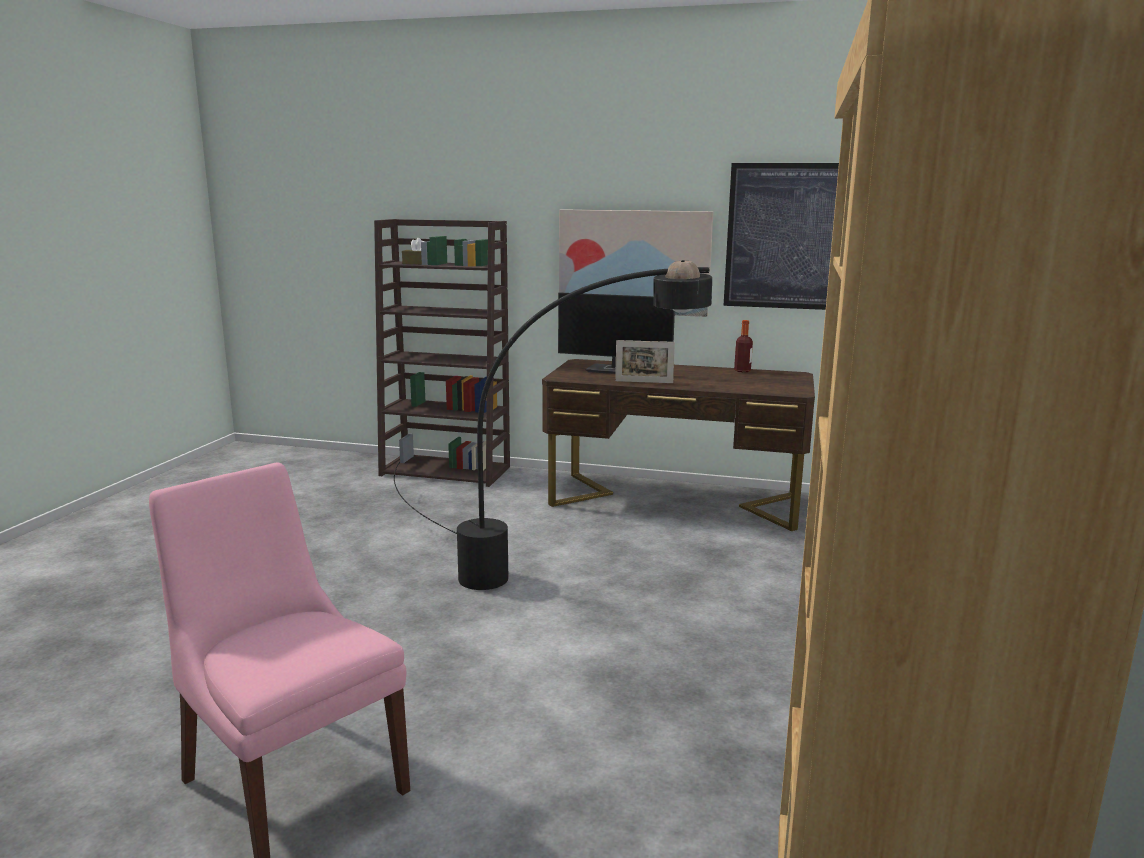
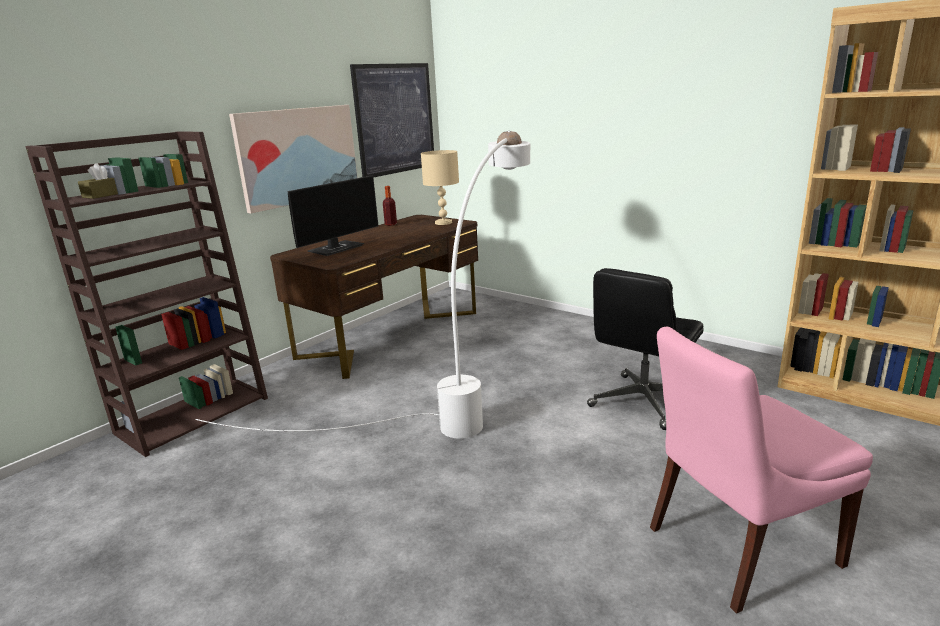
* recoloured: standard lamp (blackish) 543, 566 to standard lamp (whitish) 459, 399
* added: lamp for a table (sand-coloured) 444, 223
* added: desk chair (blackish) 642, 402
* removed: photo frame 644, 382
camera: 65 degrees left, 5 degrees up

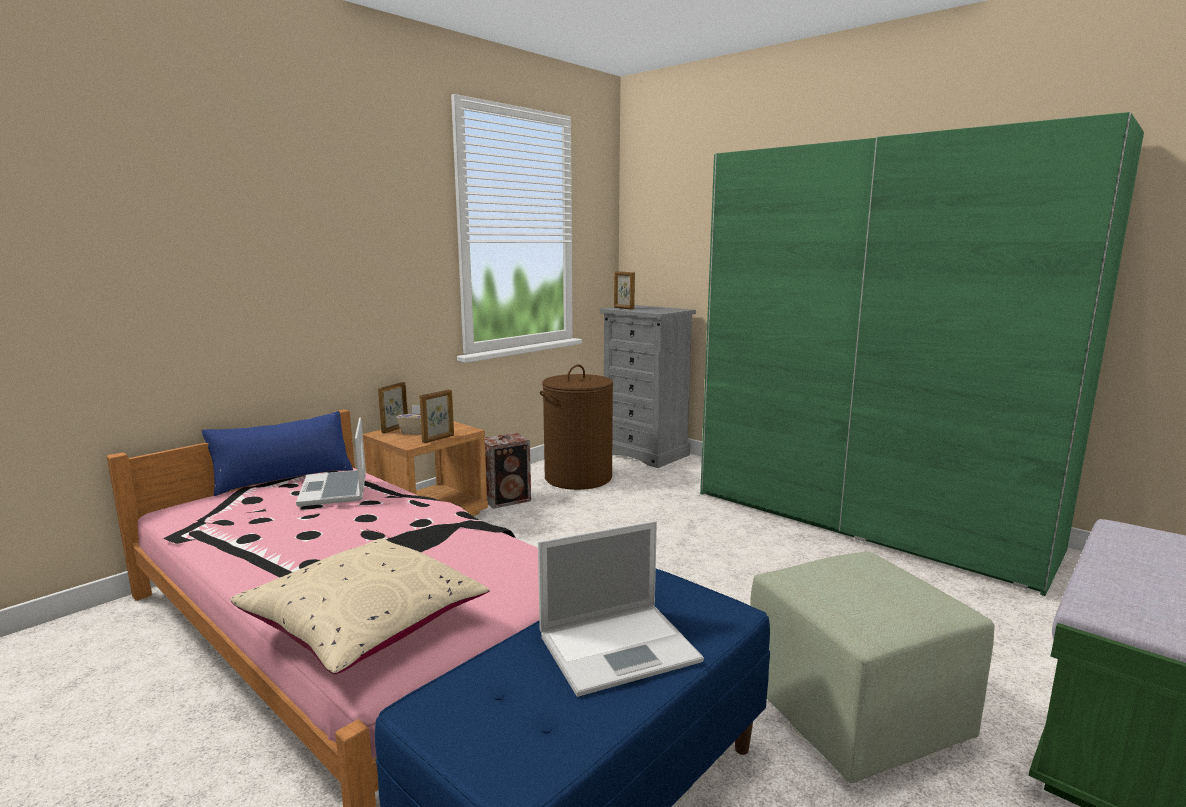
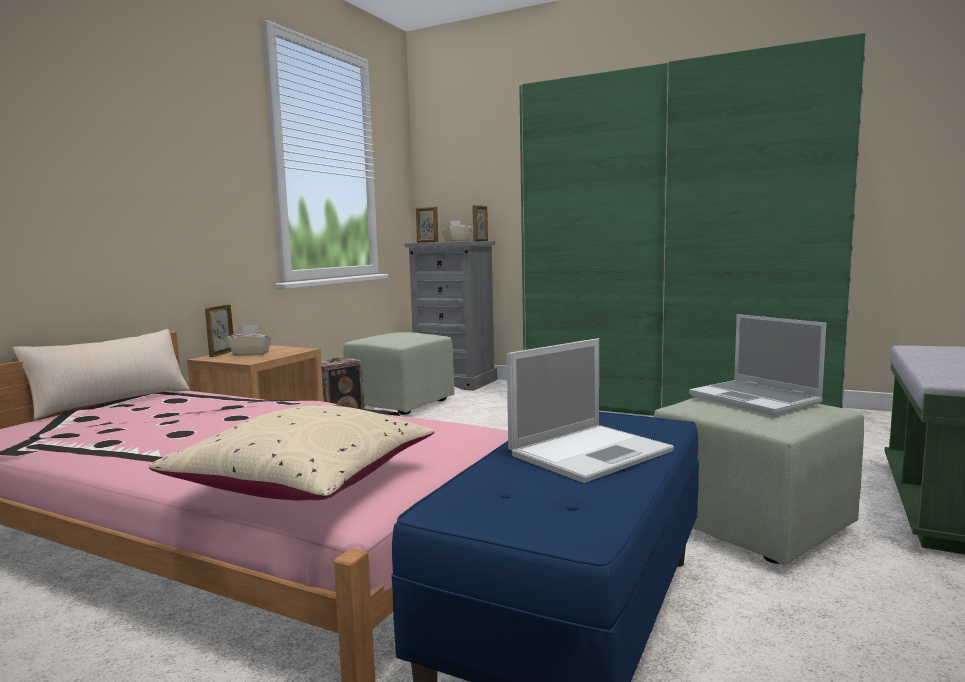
* recoloured: pillow (blue) 283, 478 to pillow (sand-coloured) 111, 401
* replaced: washing basket (brownish) 578, 477 to ottoman (green-coloured) 401, 403
* added: tissue box (sand-coloured) 457, 241
* moved: photo frame 438, 439 to 481, 241
* moved: notebook computer 335, 490 to 756, 400
camera: 15 degrees left, 5 degrees down

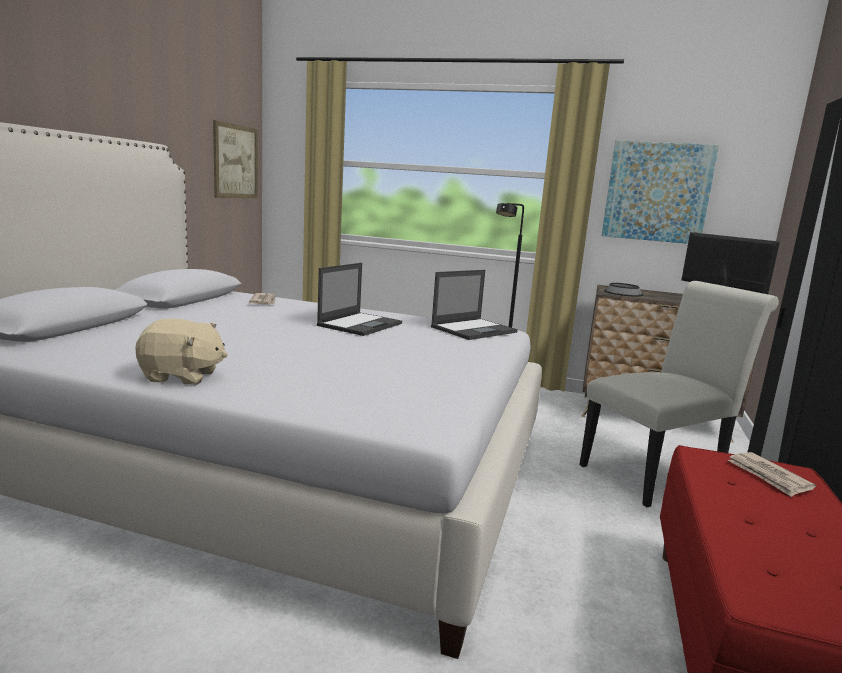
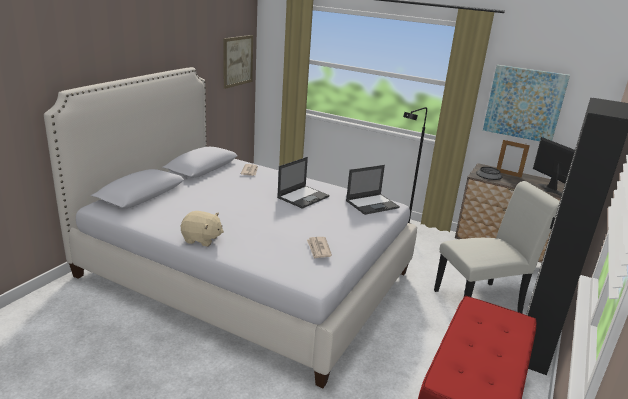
* moved: daily paper 768, 476 to 318, 249
* added: photo frame 508, 174
camera: 10 degrees right, 10 degrees up

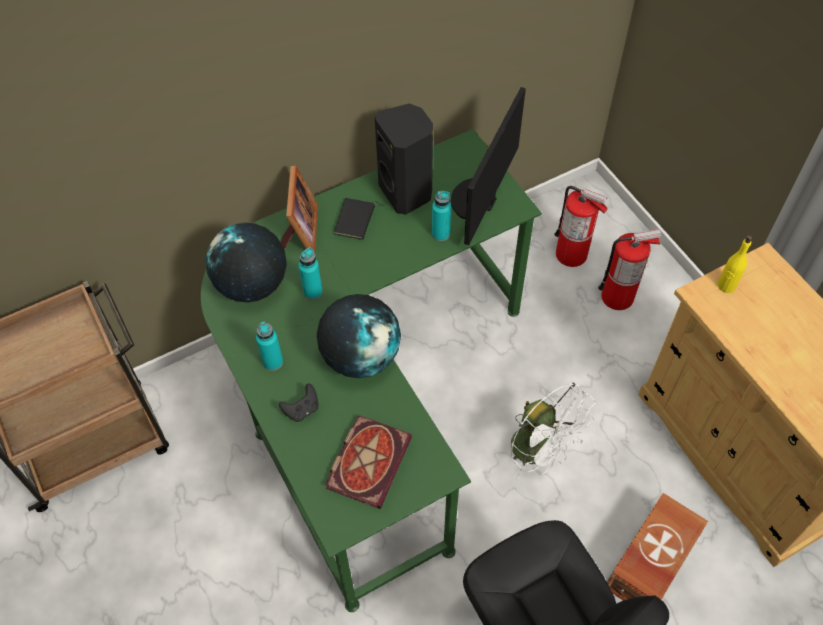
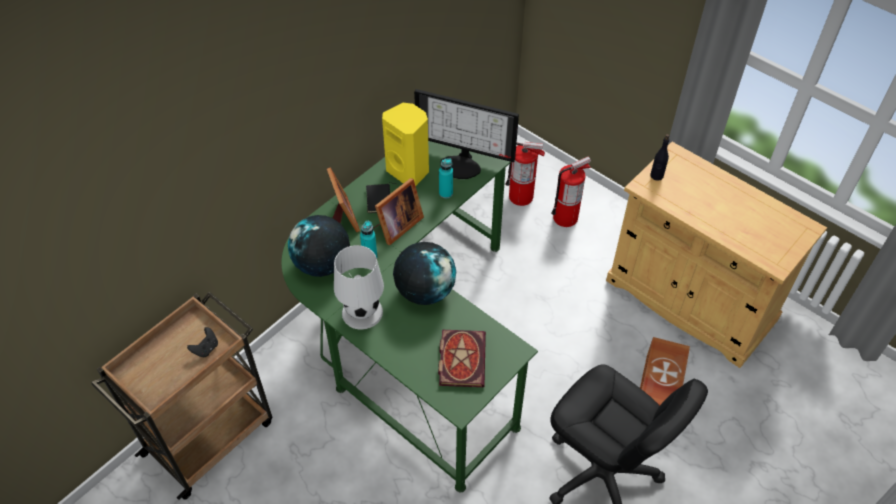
* moved: game controller (blackish) 302, 410 to 206, 348
* replaced: drink bottle (blue-green) 273, 362 to lamp for a table (whitish) 362, 312
* added: photo frame 396, 226
* recoloured: loudspeaker (blackish) 407, 192 to loudspeaker (yellowish) 409, 171
* turned: monitor 477, 200 = 462, 164 75 degrees counterclockwise
* recoloured: drink bottle (yellowish) 726, 286 to drink bottle (blackish) 656, 176
* removed: fan (whitish) 540, 451
camera: 20 degrees left, 5 degrees down

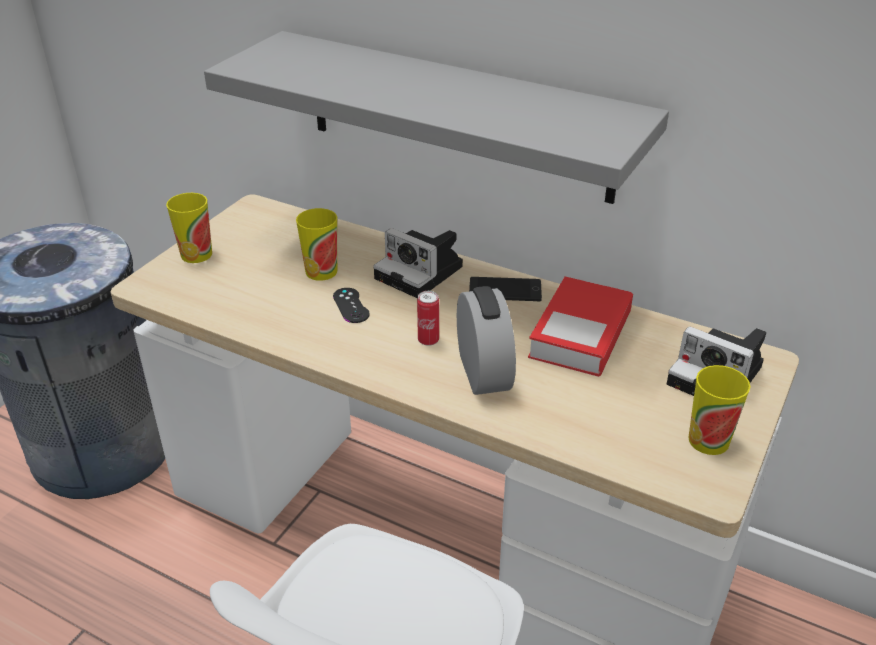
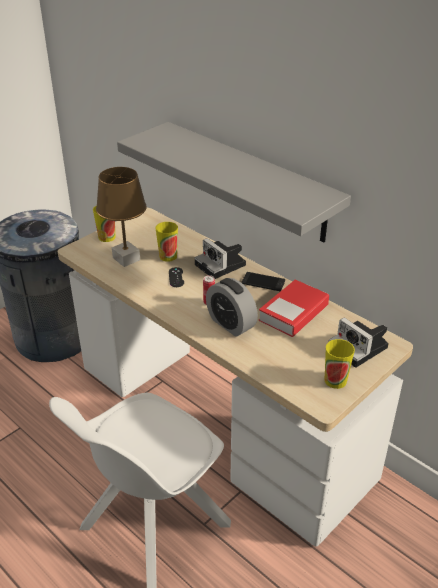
* added: lamp for a table (brownish) 127, 259
* turned: alarm clock 483, 372 = 231, 324 135 degrees clockwise
camera: 15 degrees right, 0 degrees up

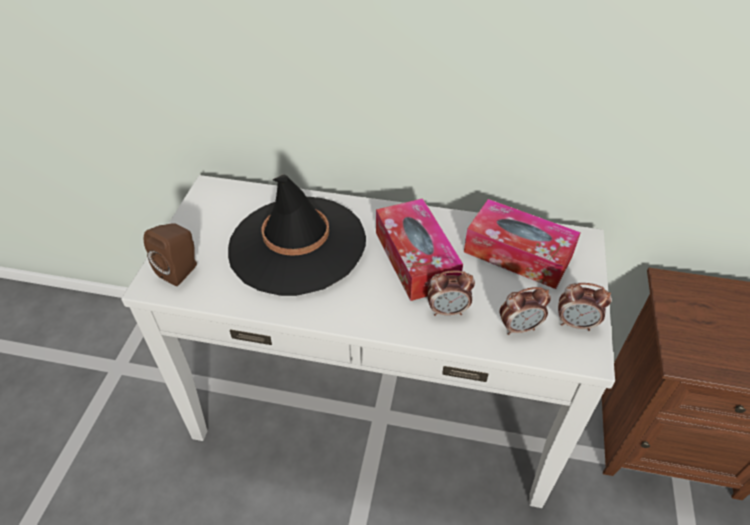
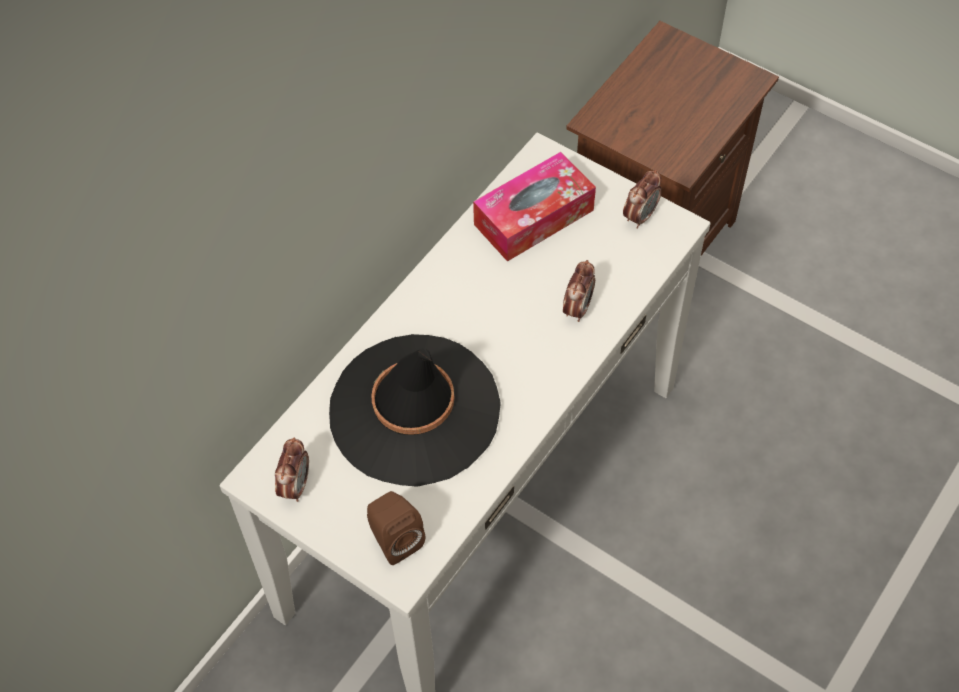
* moved: alarm clock 519, 327 to 295, 485
* removed: tissue box 416, 259
camera: 65 degrees left, 10 degrees up

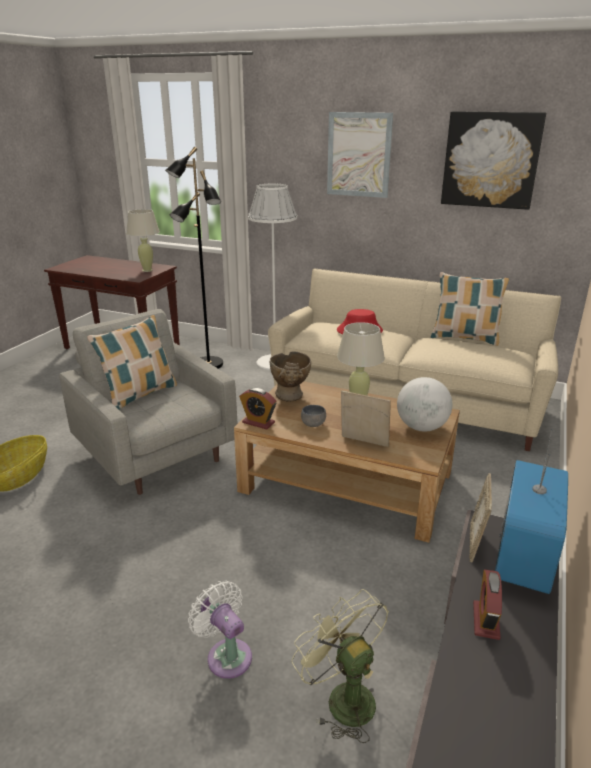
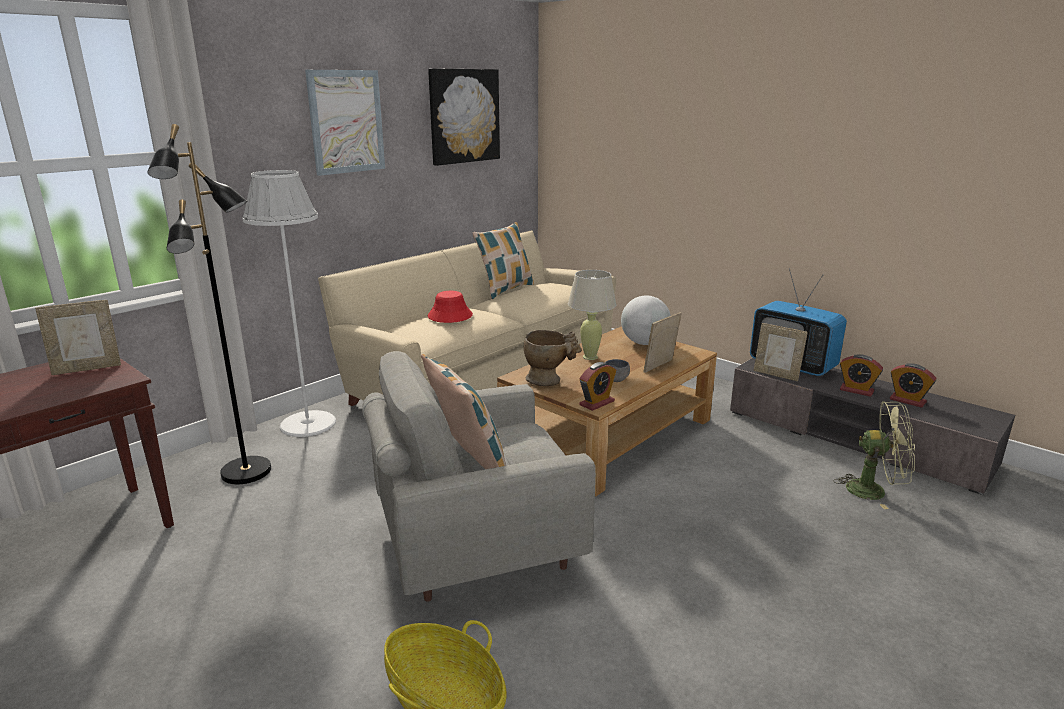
* replaced: lamp for a table (sand-coloured) 147, 270 to photo frame 87, 368
* turned: fan (green-coloured) 342, 697 = 874, 491 150 degrees counterclockwise
* added: alarm clock 907, 400
* removed: fan (whitish) 226, 654
camera: 70 degrees left, 5 degrees down

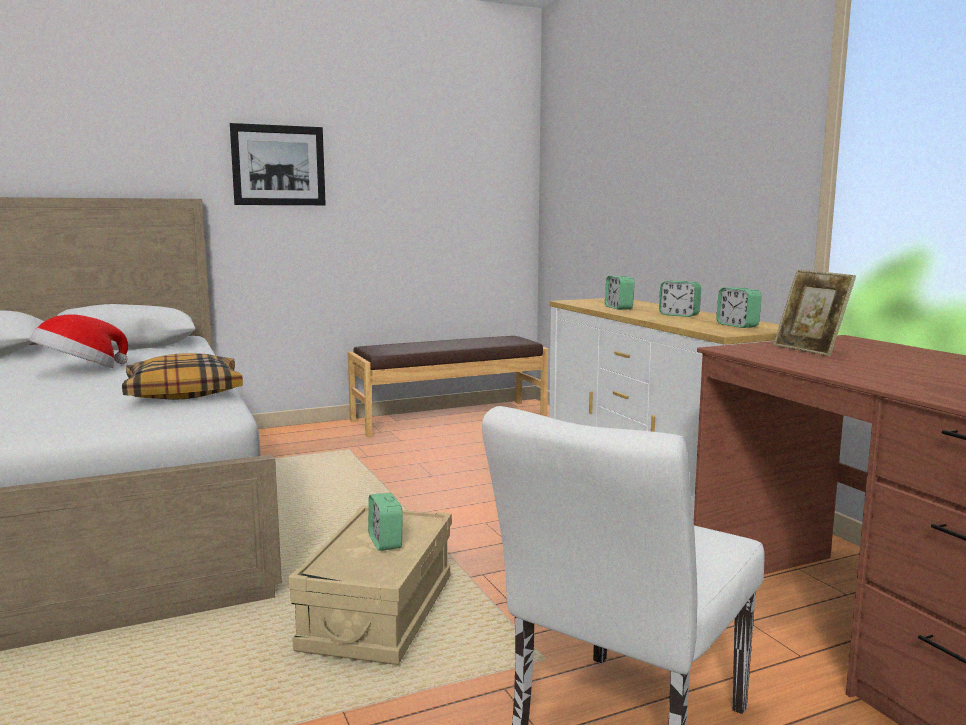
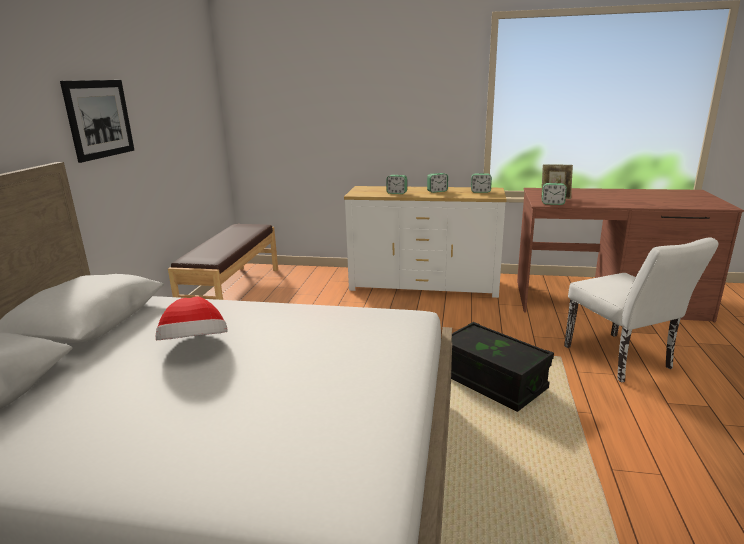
* recoloured: storage box (sand-coloured) 379, 614 to storage box (blackish) 492, 382
* moved: alarm clock 385, 542 to 552, 203
* removed: pillow 184, 392
camera: 55 degrees left, 10 degrees up

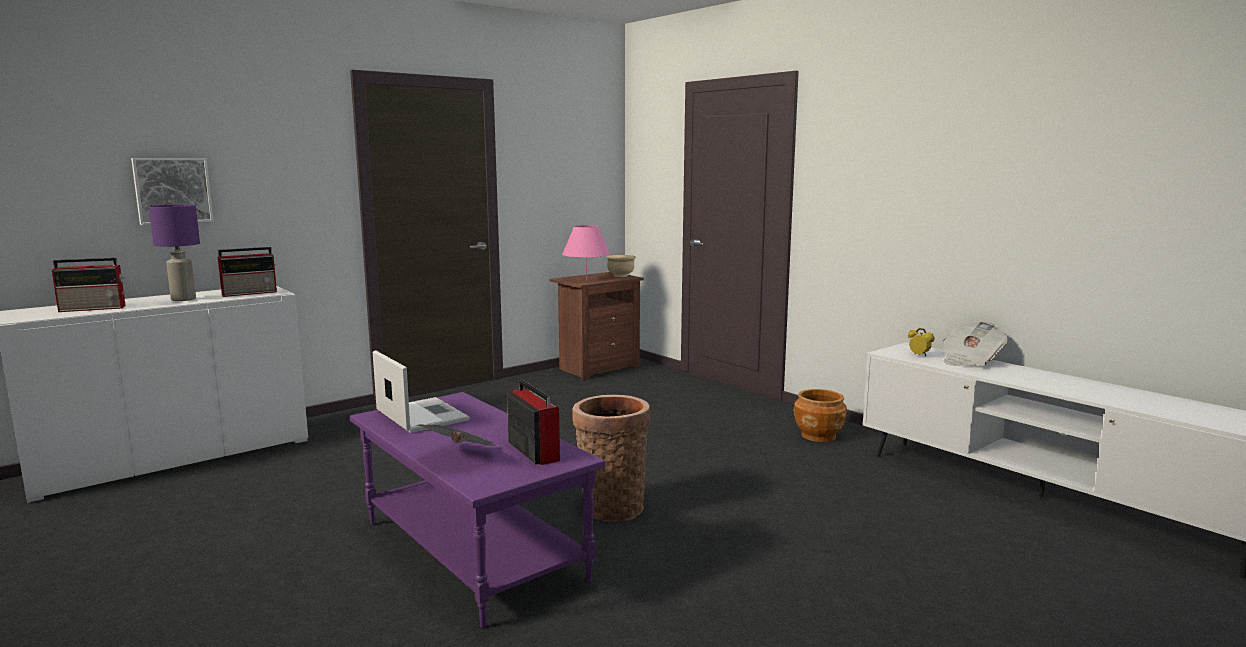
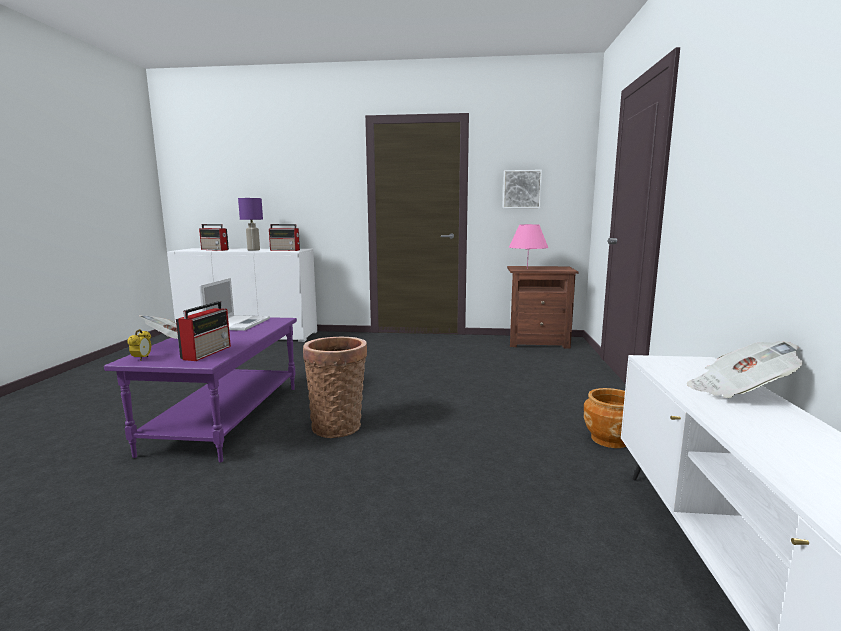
* moved: alarm clock 919, 355 to 142, 359
* moved: wall art 172, 190 to 521, 189
* removed: deep dish (sand-coloured) 620, 276
camera: 45 degrees right, 0 degrees up

